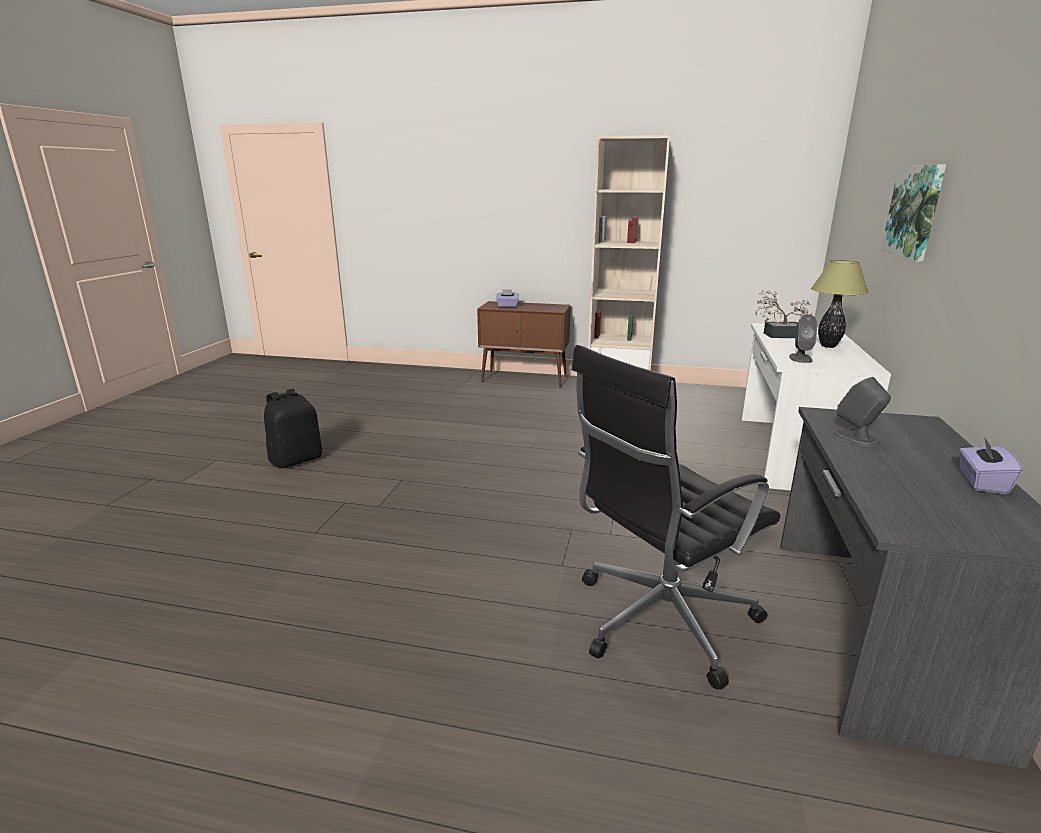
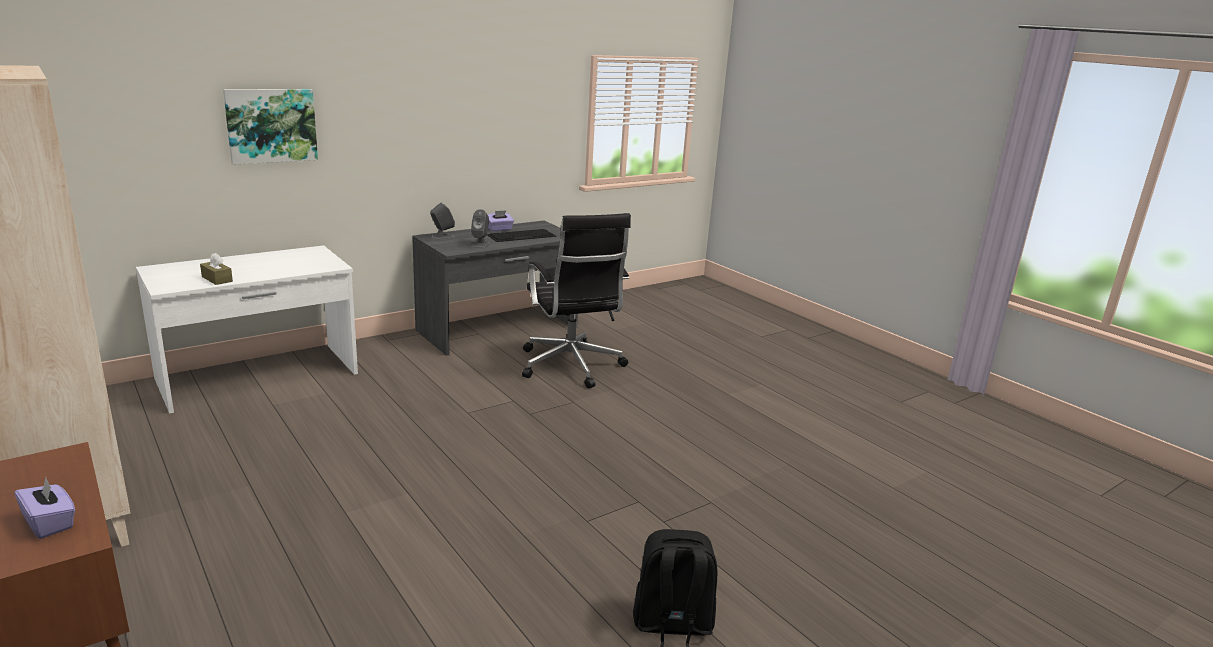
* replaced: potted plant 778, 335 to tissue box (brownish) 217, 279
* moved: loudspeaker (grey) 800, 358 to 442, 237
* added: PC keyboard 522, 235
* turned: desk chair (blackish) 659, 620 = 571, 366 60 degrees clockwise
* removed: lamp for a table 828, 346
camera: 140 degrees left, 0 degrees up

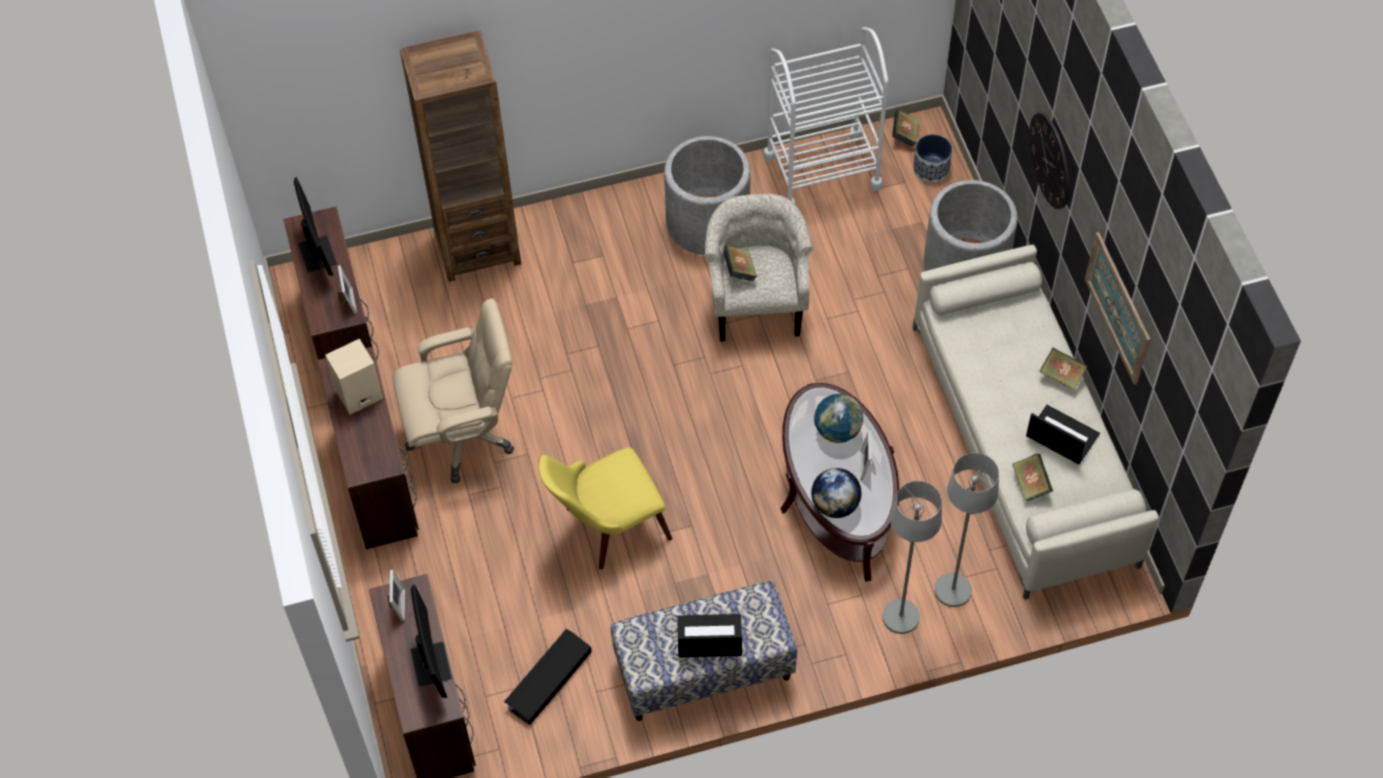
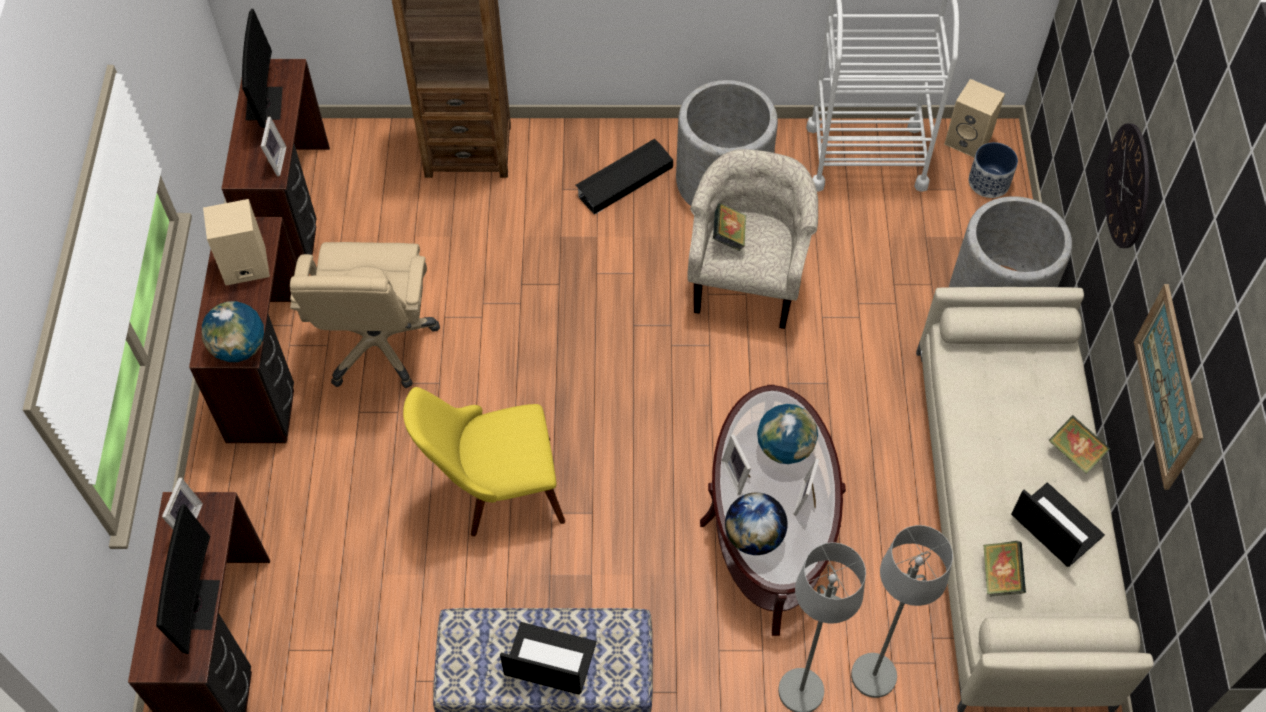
* added: desk globe 239, 348
* turned: desk chair (sand-coloured) 463, 435 = 378, 344 90 degrees clockwise
* moved: storage box (blackish) 548, 679 to 624, 181
* added: photo frame 738, 475
* replaced: bound book 904, 135 to loudspeaker (sand-coloured) 969, 140
camera: 15 degrees right, 0 degrees up

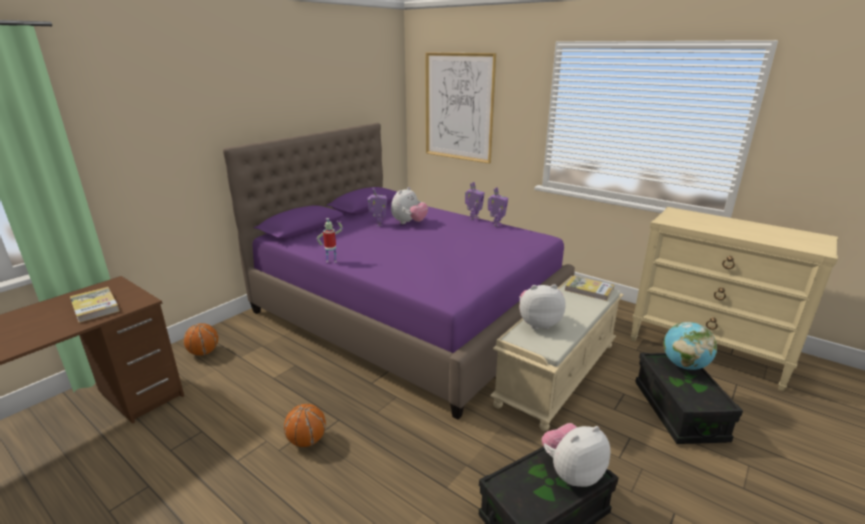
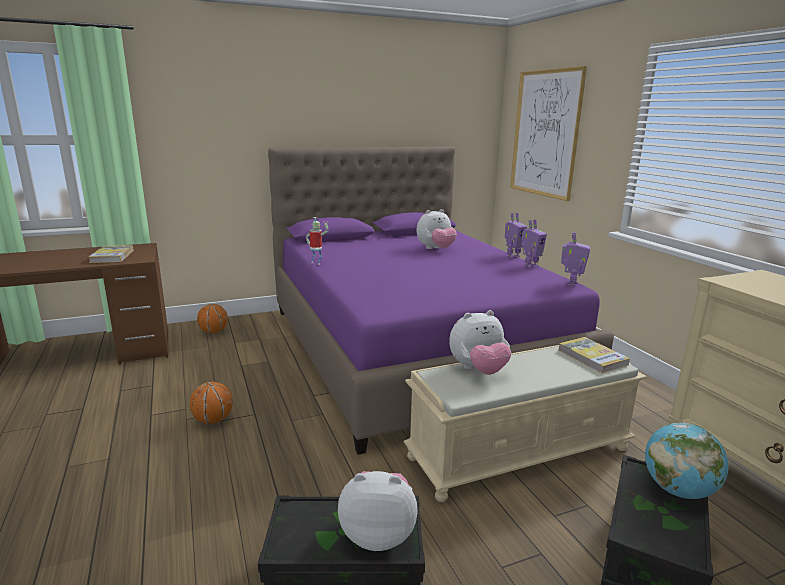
* turned: cuddly toy 538, 323 = 478, 370 135 degrees clockwise
* moved: robot figure 378, 224 to 571, 283
camera: 30 degrees right, 5 degrees down

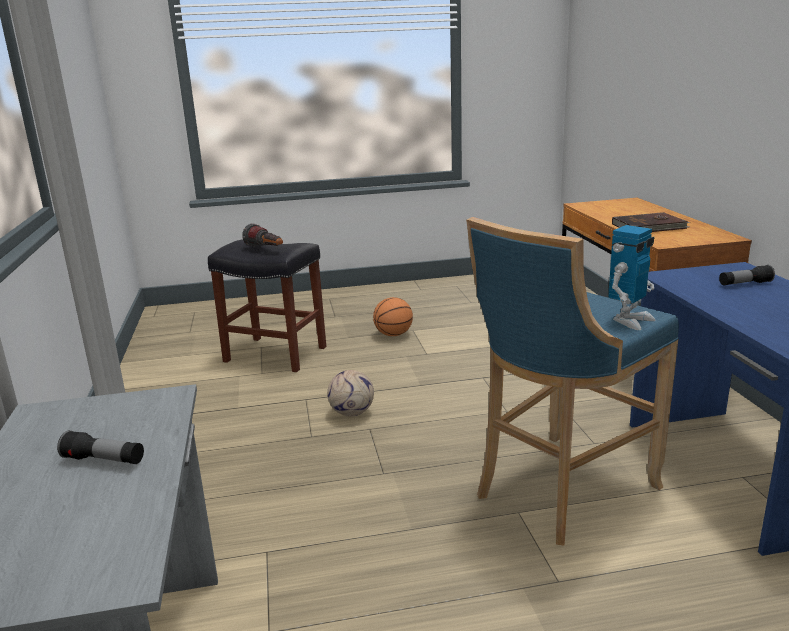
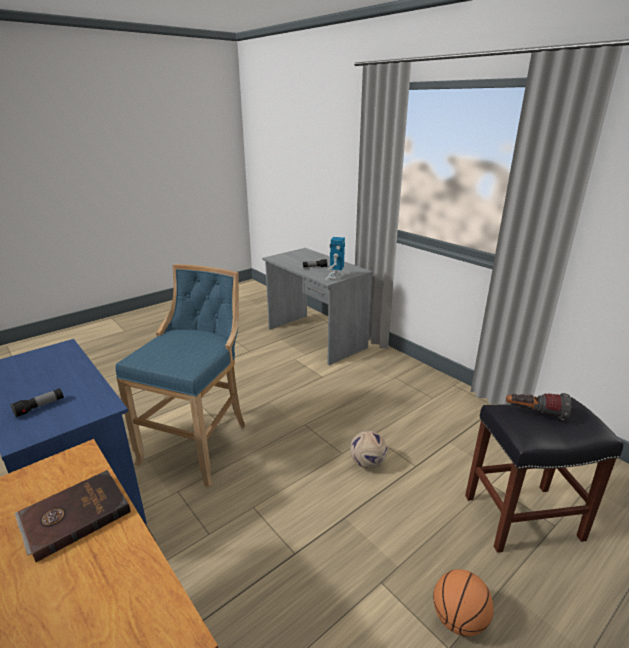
* moved: robot figure 629, 320 to 334, 278
camera: 150 degrees right, 5 degrees up

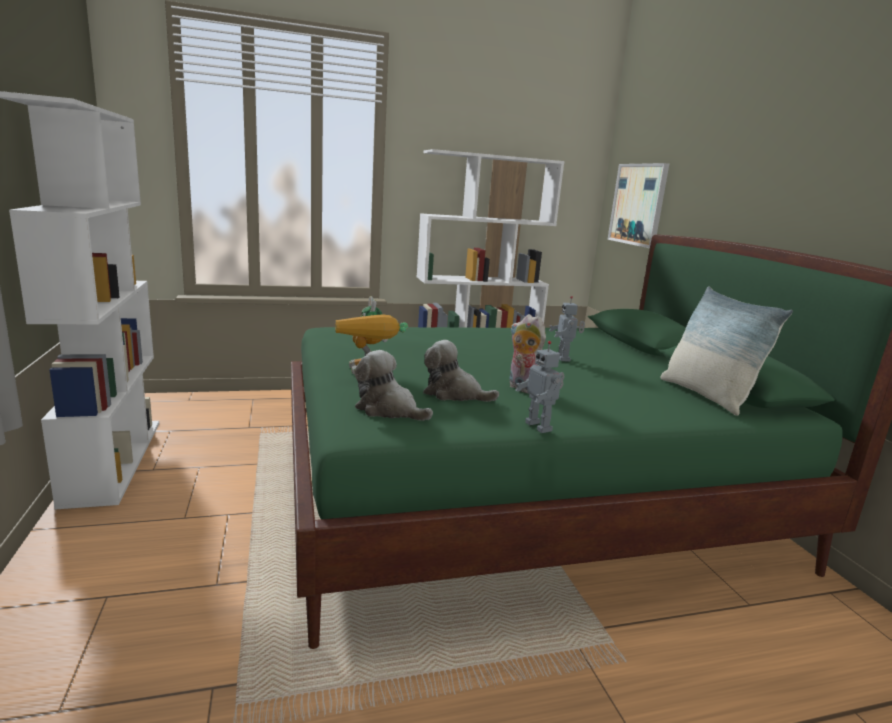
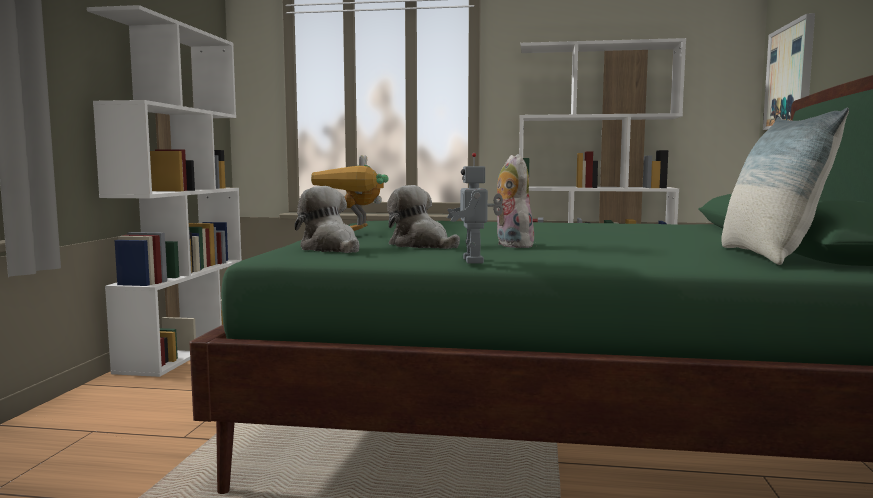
* removed: robot figure 564, 358
camera: 25 degrees right, 10 degrees down

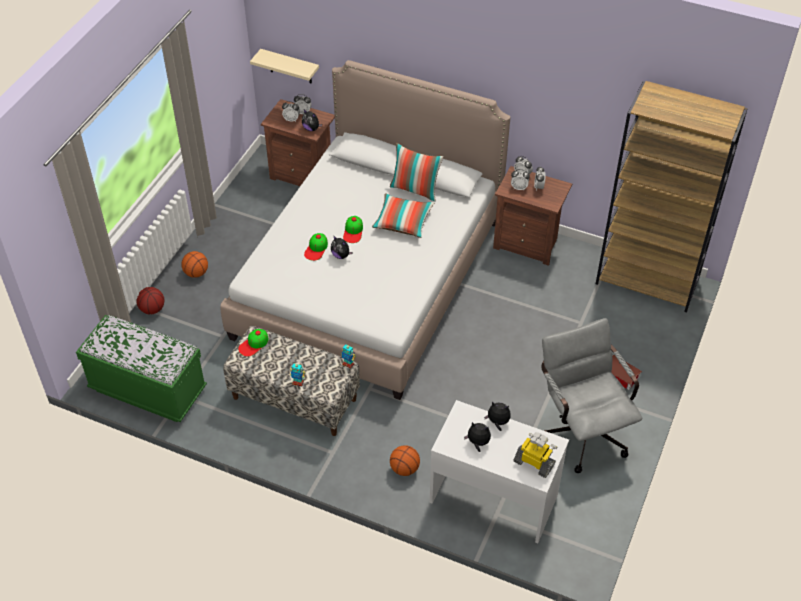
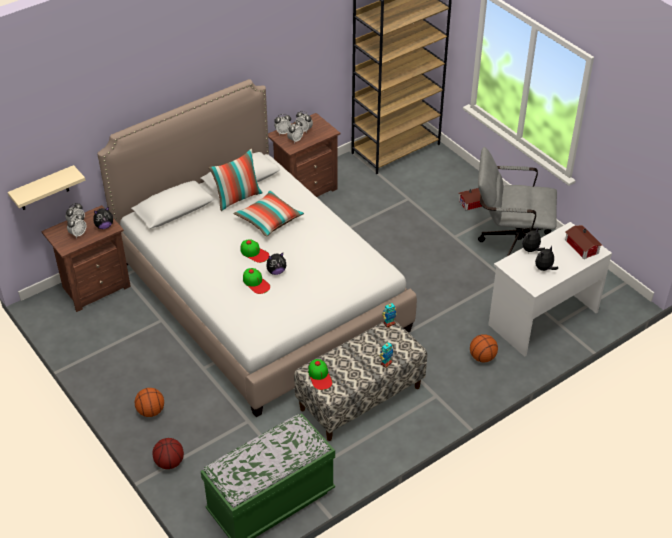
* replaced: robot figure 534, 463 to toy house 581, 247
camera: 60 degrees left, 5 degrees down

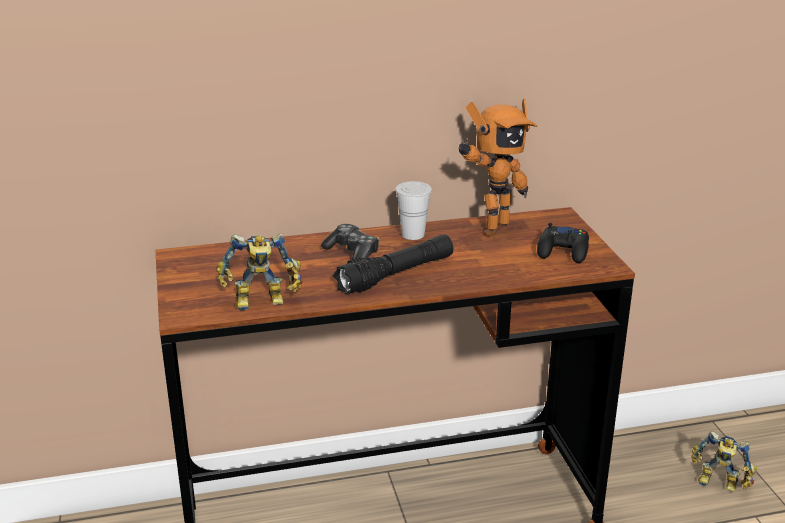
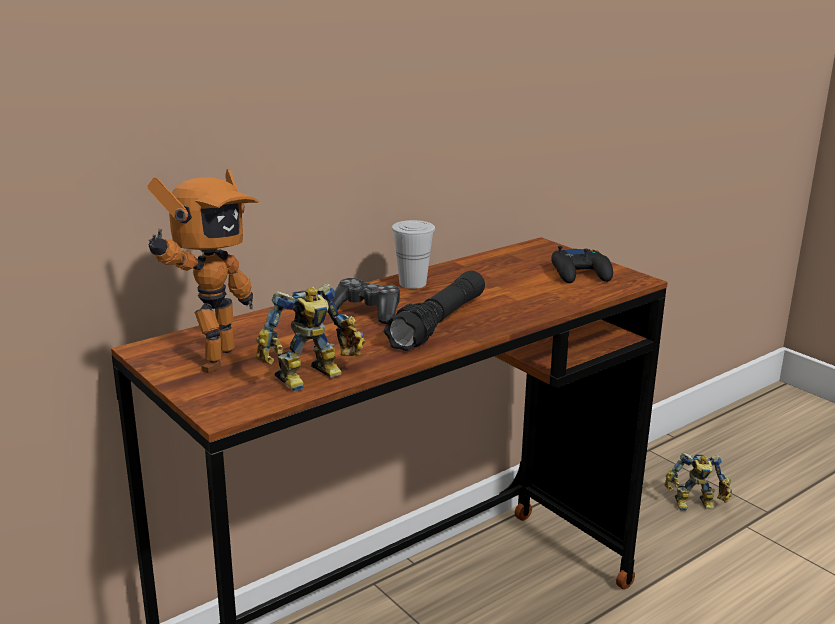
* moved: robot figure 490, 228 to 210, 359
camera: 25 degrees left, 5 degrees down

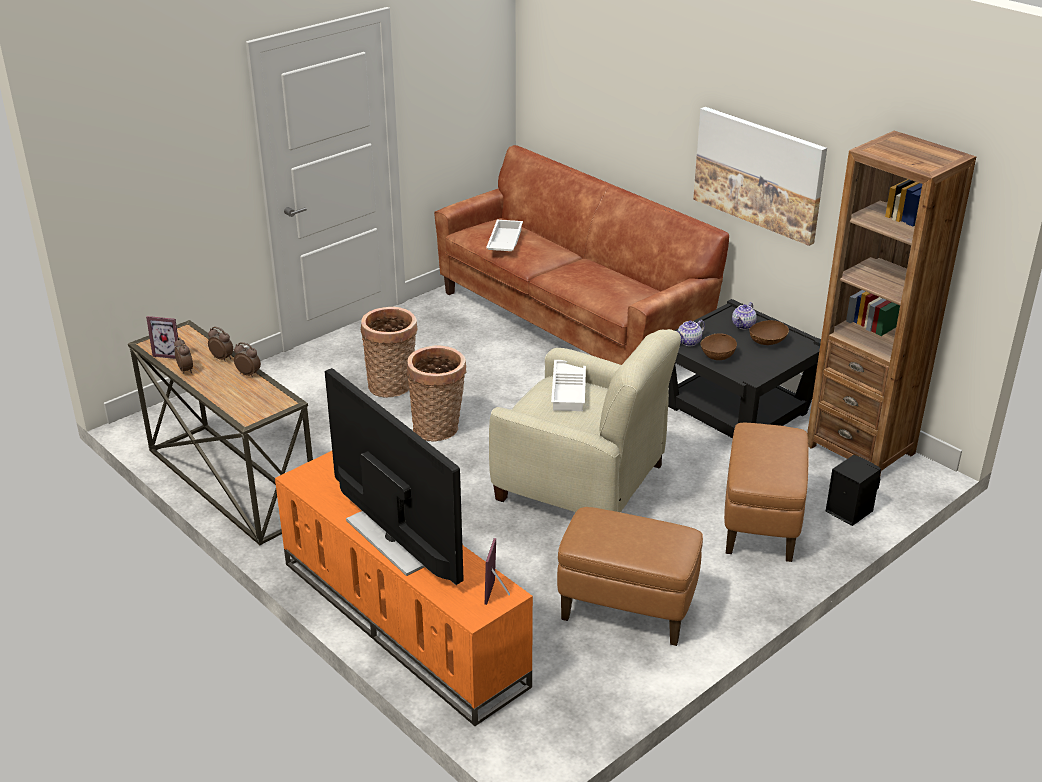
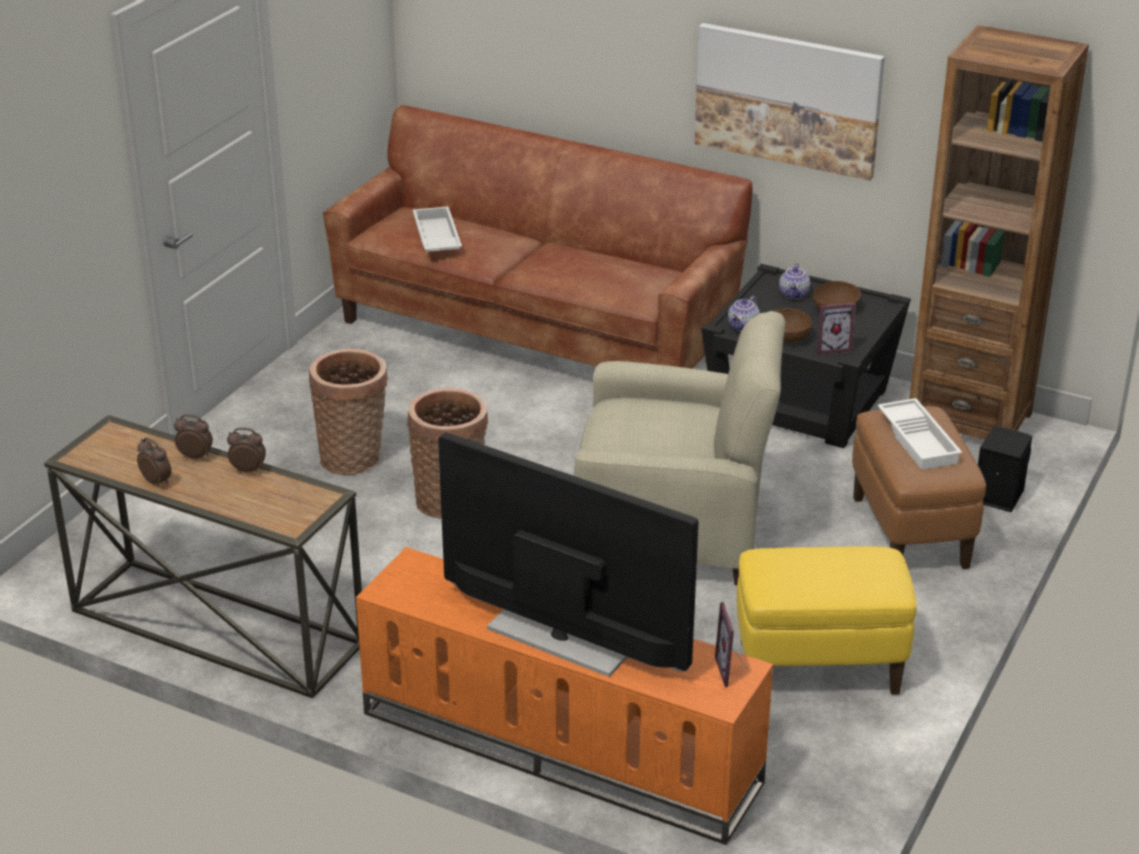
* recoloured: ottoman (brownish) 627, 610 to ottoman (yellowish) 819, 667
* moved: photo frame 170, 353 to 831, 348
* moved: serving tray (whitish) 570, 390 to 919, 440
camera: 20 degrees left, 0 degrees up

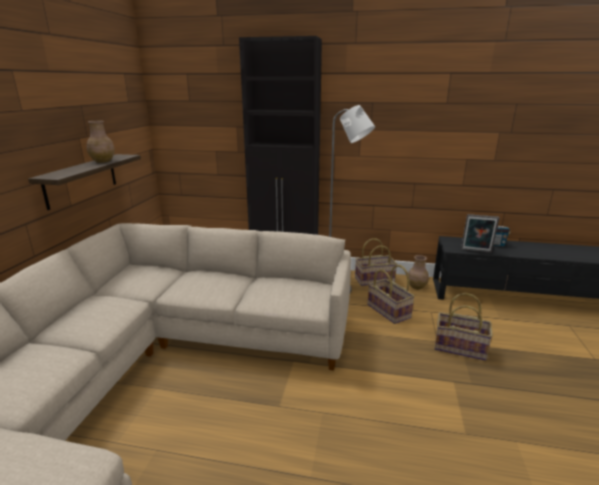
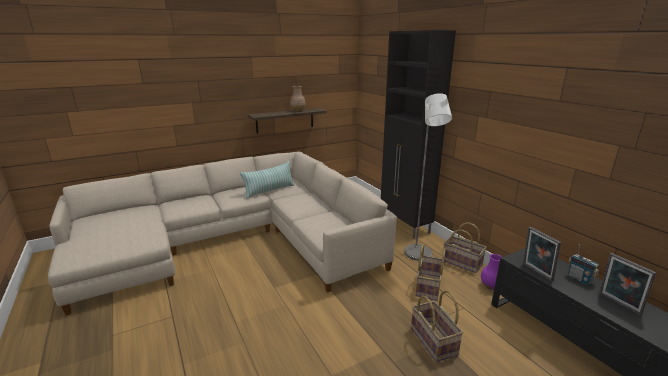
* added: pillow 269, 191
* recoloured: vase (brownish) 416, 286 to vase (purple-coloured) 491, 286
* added: photo frame 618, 304
camera: 50 degrees right, 0 degrees up

